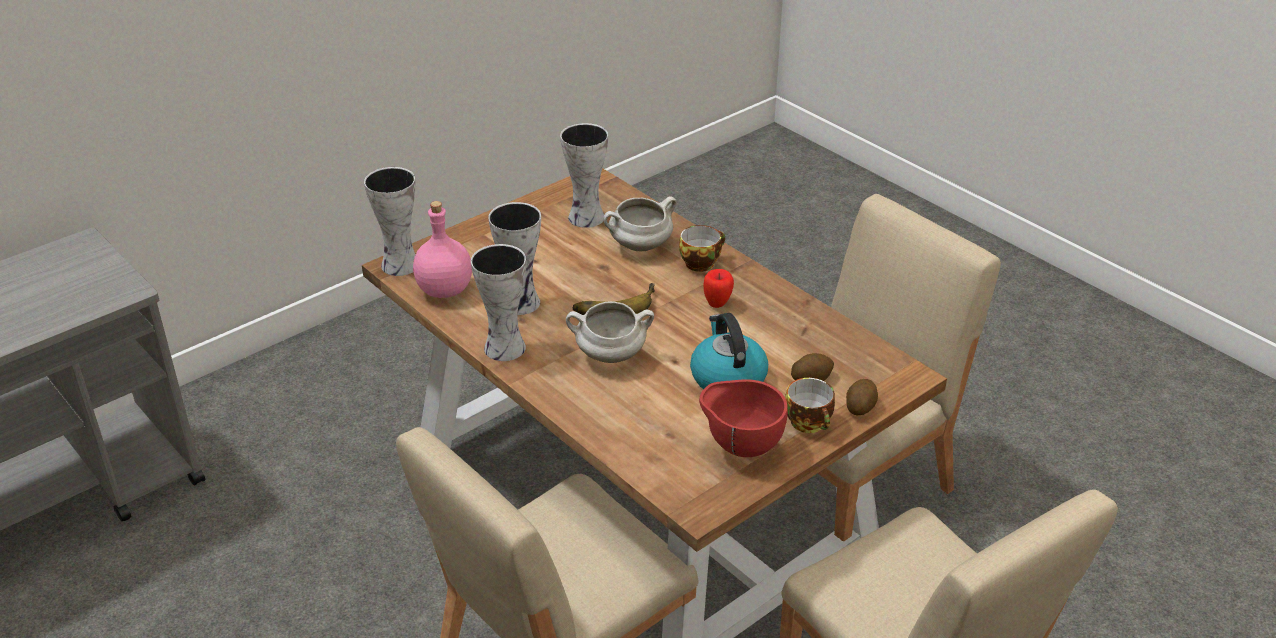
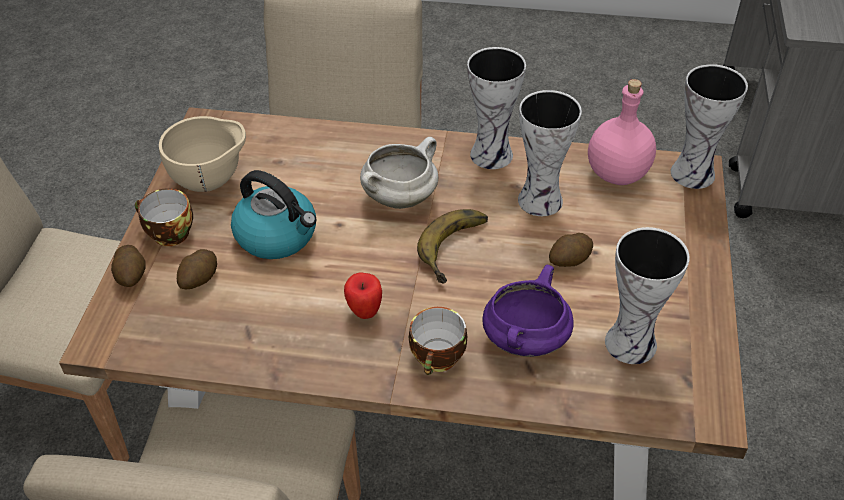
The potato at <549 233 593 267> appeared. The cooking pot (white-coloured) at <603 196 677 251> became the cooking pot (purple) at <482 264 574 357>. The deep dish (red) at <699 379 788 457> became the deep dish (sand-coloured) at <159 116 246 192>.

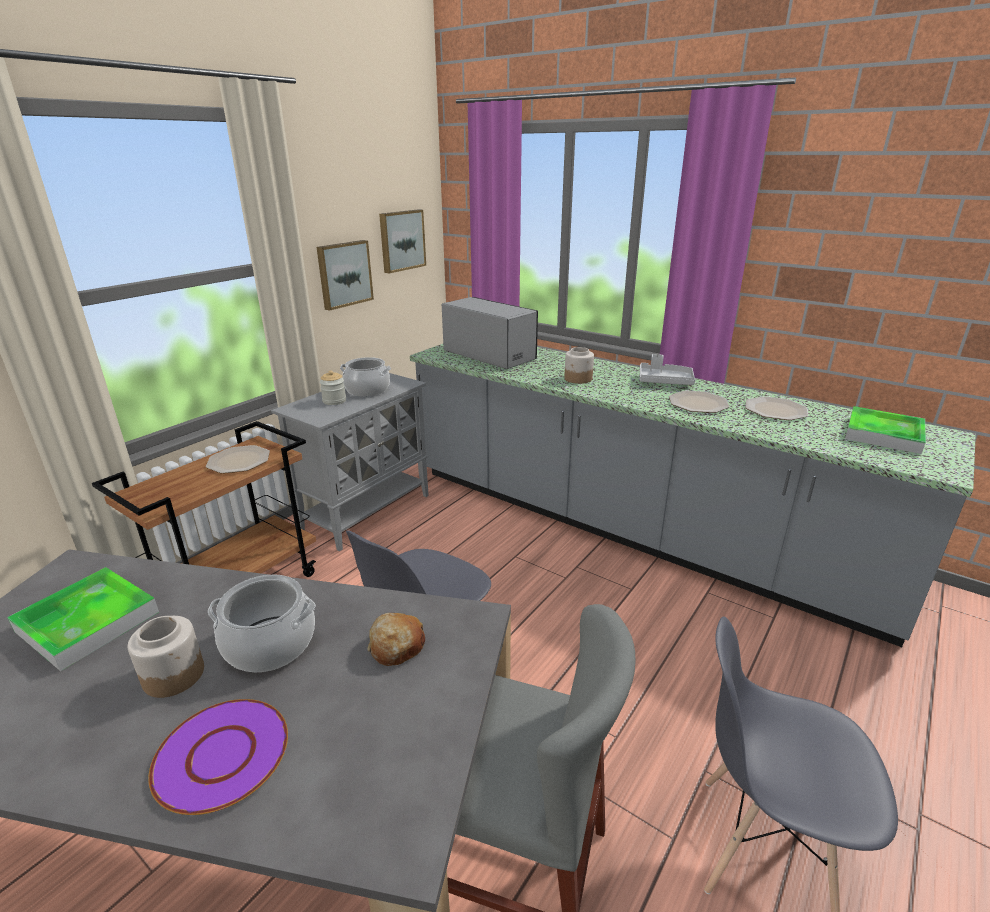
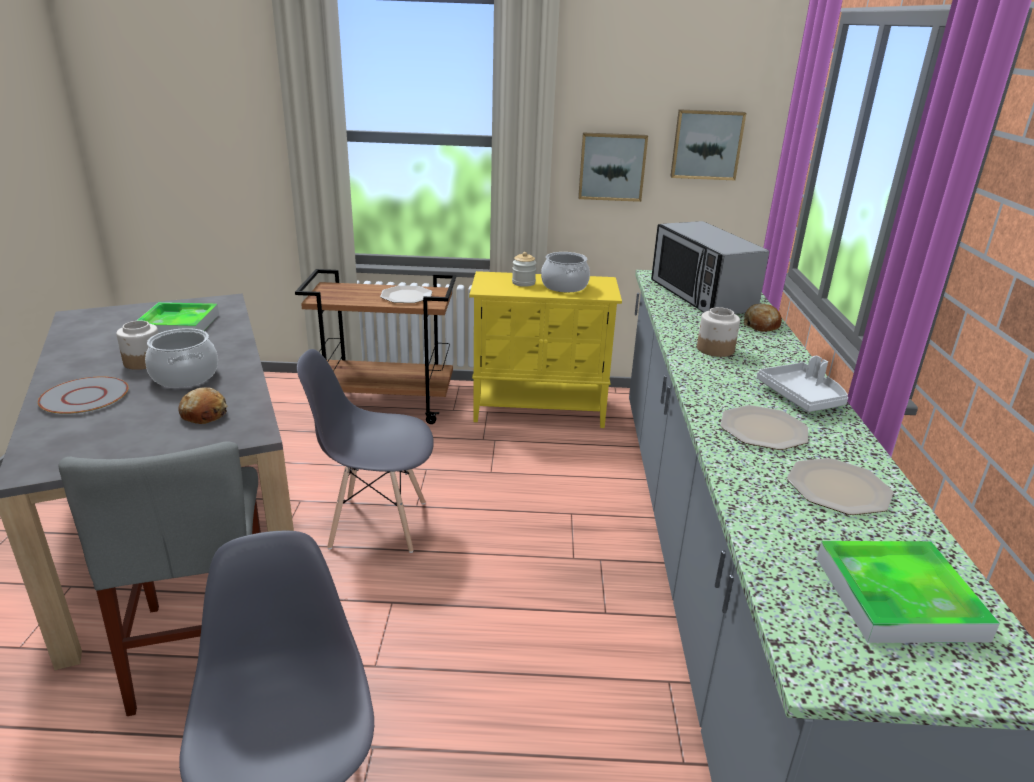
The baked bread at <744 304 782 332> appeared. The dinner plate (purple) at <148 699 288 815> became the dinner plate (greyish) at <38 377 129 415>. The cupboard (greyish) at <271 373 429 551> became the cupboard (yellowish) at <469 271 622 428>. The microwave at <442 297 538 369> turned 150 degrees clockwise.

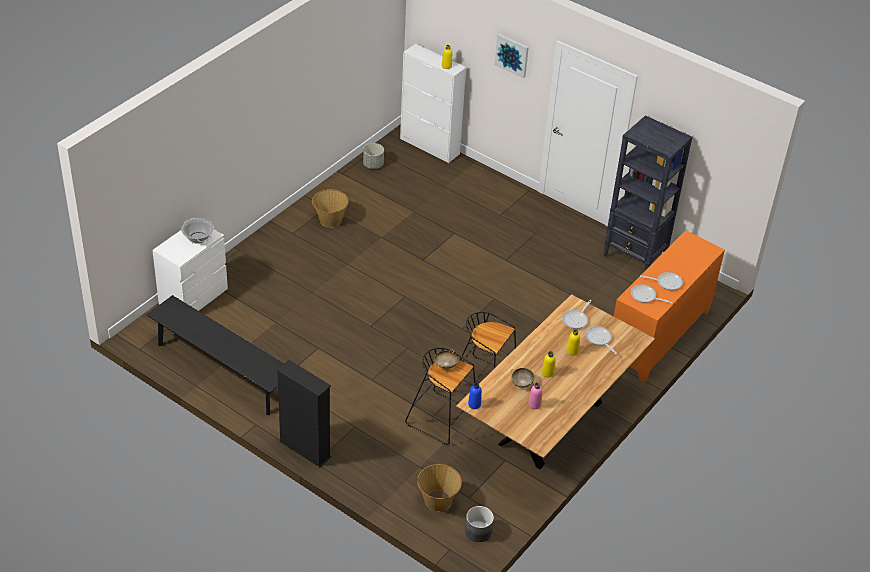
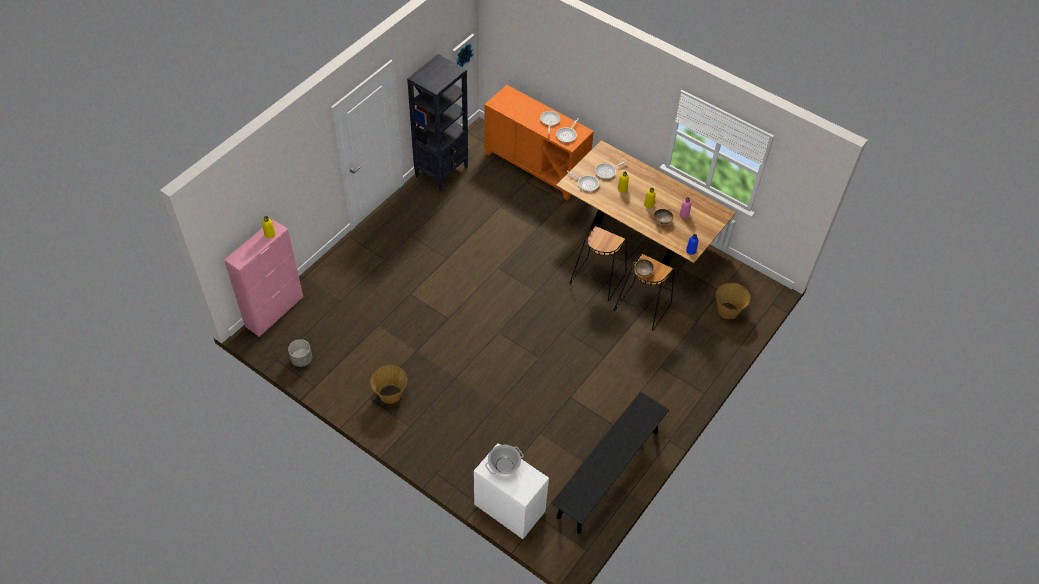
The shelving unit (black) at <277 360 331 467> disappeared. The planter (greyish) at <465 506 494 542> disappeared. The wall picture moved from <495 34 529 78> to <452 34 475 68>. The cupboard (white-coloured) at <400 44 466 163> became the cupboard (pinkish) at <224 220 303 337>.

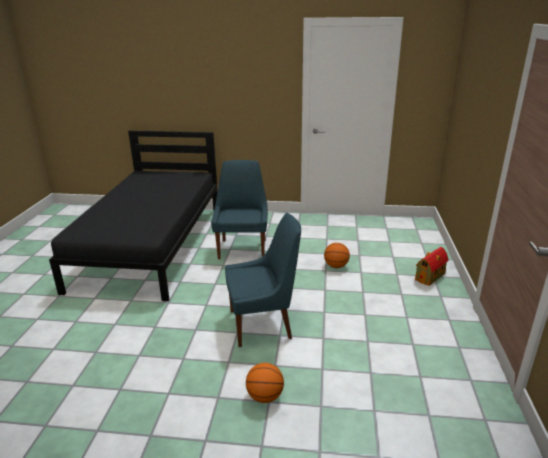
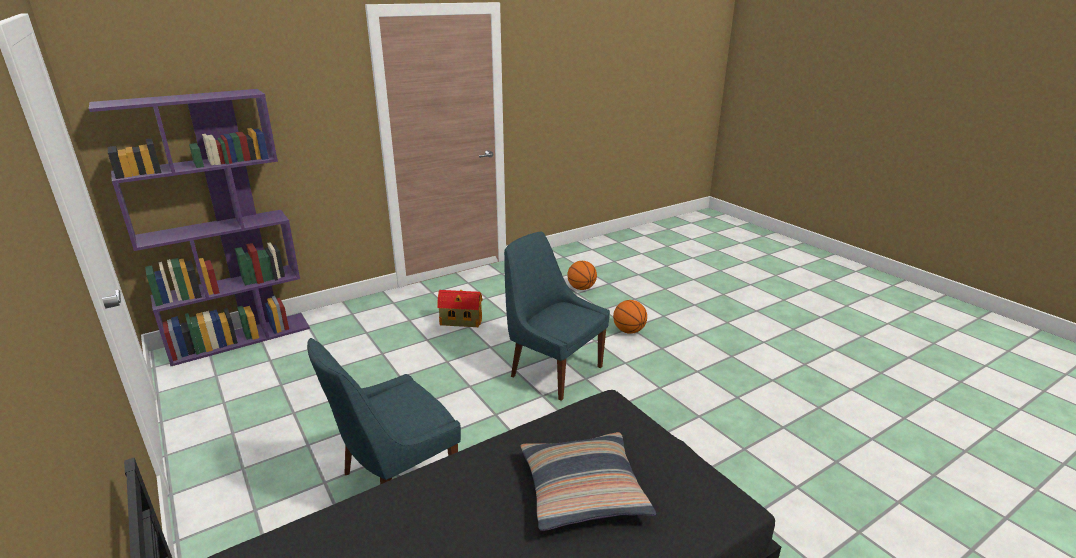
The shelving unit (purple) at <89 89 310 366> appeared. The throw pillow at <521 432 656 531> appeared. The basketball moved from <324 243 350 268> to <567 261 597 290>. The miniature house moved from <415 247 448 286> to <437 290 482 327>.

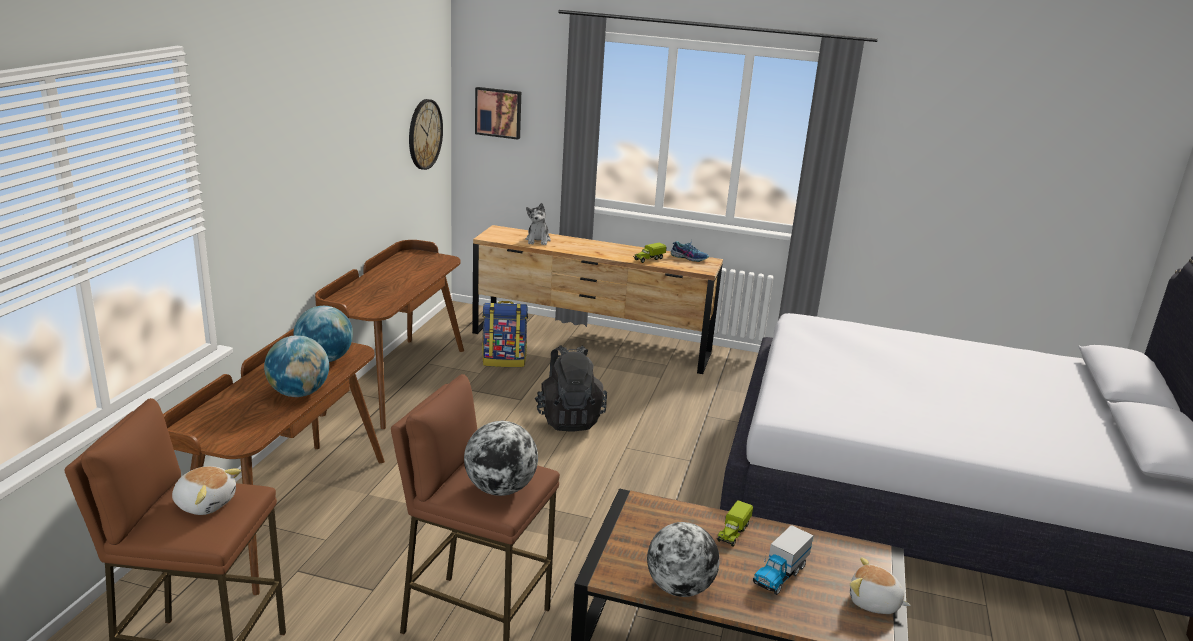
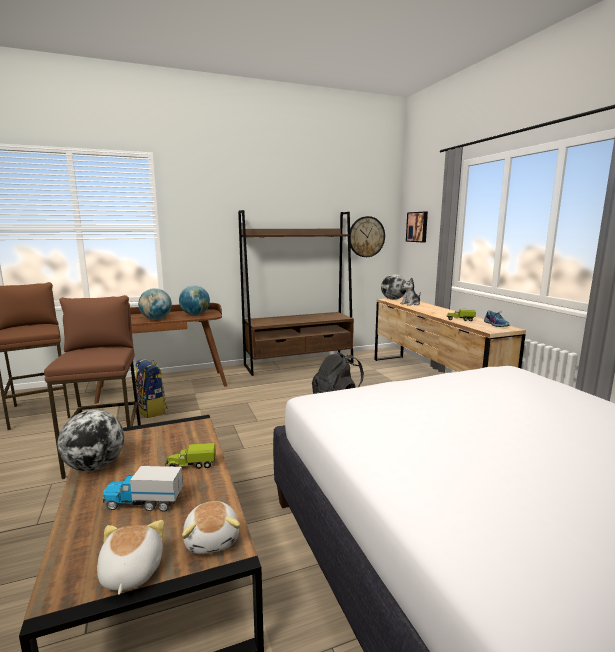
The plush toy moved from <172 466 241 515> to <182 501 240 554>. The globe moved from <464 421 538 496> to <381 274 406 300>. The knapsack moved from <482 301 528 367> to <135 358 168 418>. The desk unit (brown-coloured) at <315 240 464 429> was replaced by the shelving unit (brown-coloured) at <238 210 354 376>.

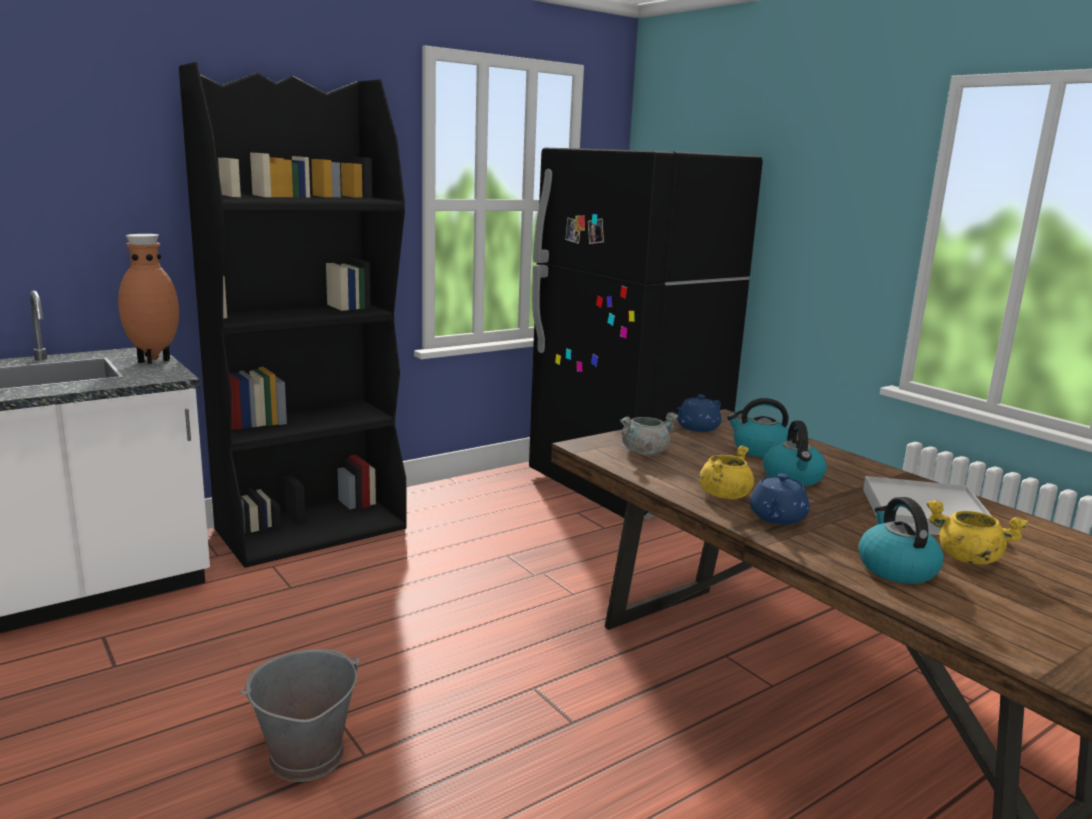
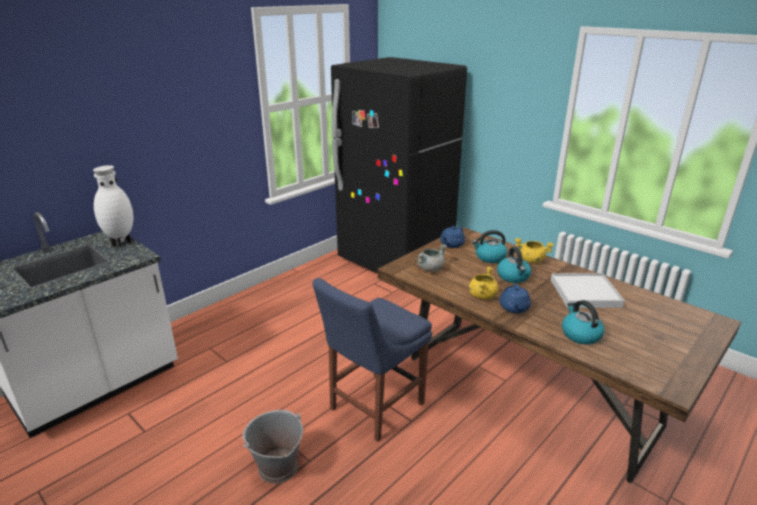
The shelving unit (black) at <179 62 407 568> disappeared. The plain chair (blue-coloured) at <313 278 432 442> appeared. The cooking pot (yellowish) moved from <927 500 1028 565> to <515 238 554 263>. The vase (brown-coloured) at <118 234 179 364> became the vase (white-coloured) at <93 165 133 247>.

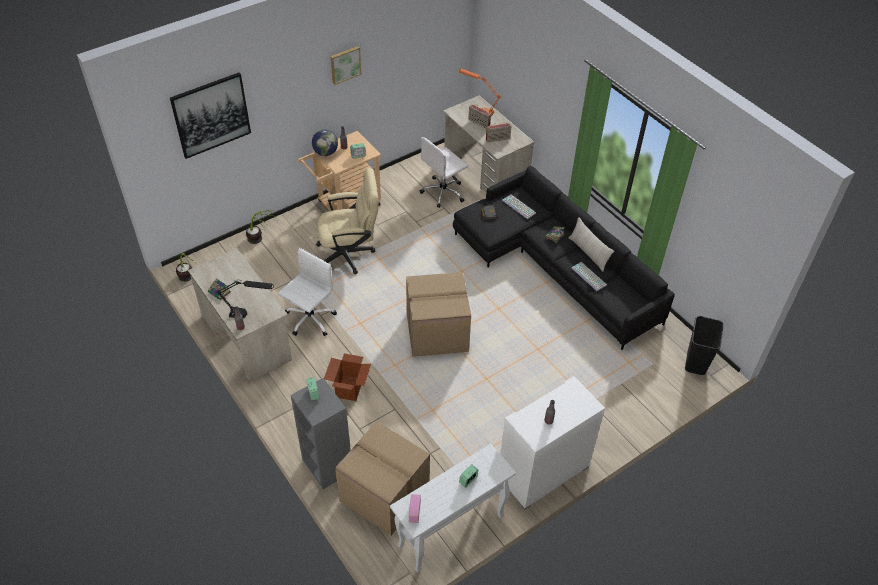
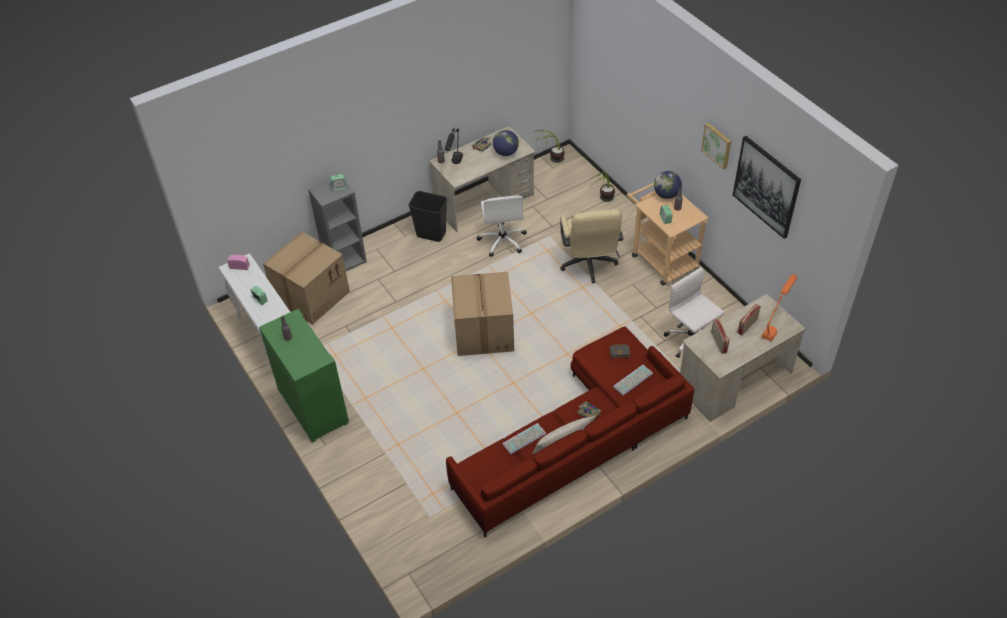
The packing box at <324 353 371 401> disappeared. The globe at <493 130 519 156> appeared. The wall picture moved from <170 73 251 159> to <733 136 801 239>. The waste bin (black) moved from <685 316 724 375> to <409 191 447 242>. The settee (black) at <453 166 675 350> became the settee (red) at <446 326 694 537>. The cupboard (white-coloured) at <500 376 605 509> became the cupboard (green-coloured) at <259 309 349 443>. The computer chair (white-coloured) at <278 248 337 336> turned 45 degrees clockwise.

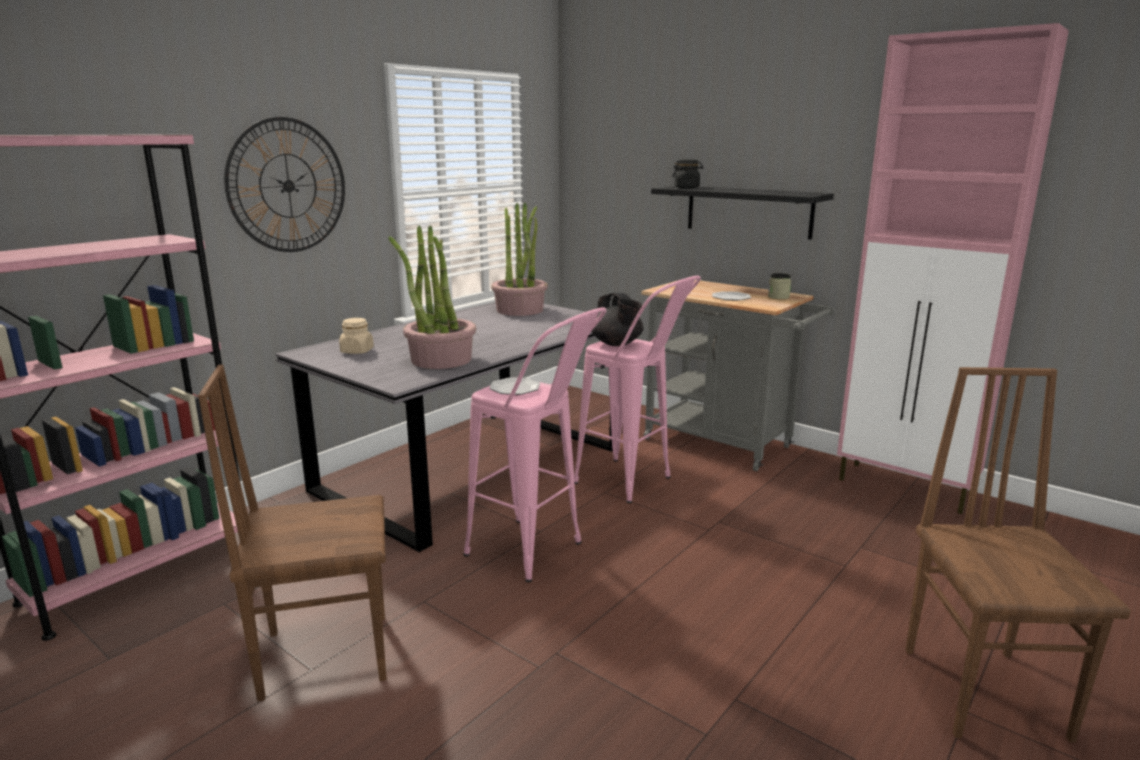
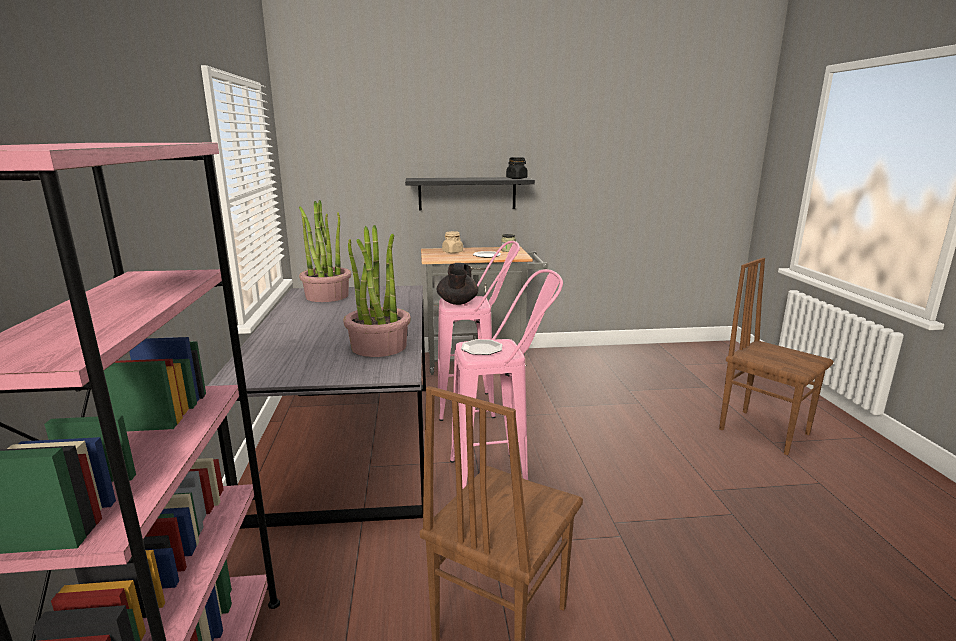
The clock on the wall at <224 117 345 252> disappeared. The cupboard (pinkish) at <837 23 1069 514> disappeared. The preserve jar (sand-coloured) moved from <339 318 374 354> to <442 231 463 253>. The preserve jar (black) moved from <672 159 703 189> to <506 157 528 179>. The tea pot (black) at <591 293 643 346> turned 75 degrees clockwise.

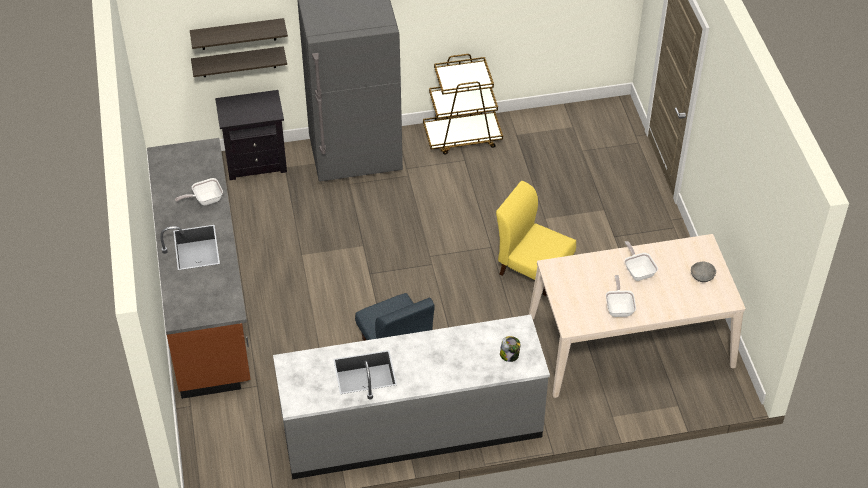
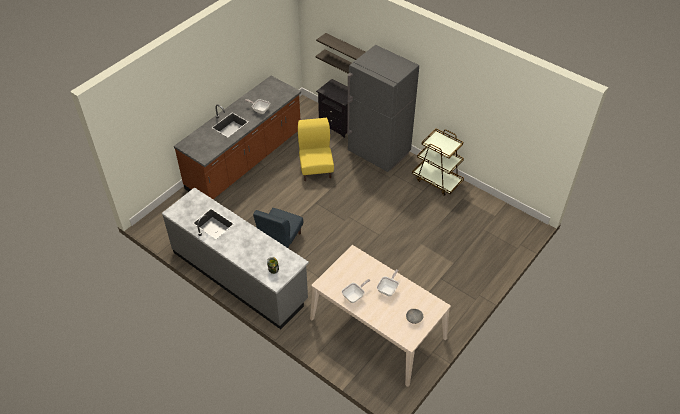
The plain chair (yellowish) moved from <496 181 576 296> to <298 118 334 181>.

